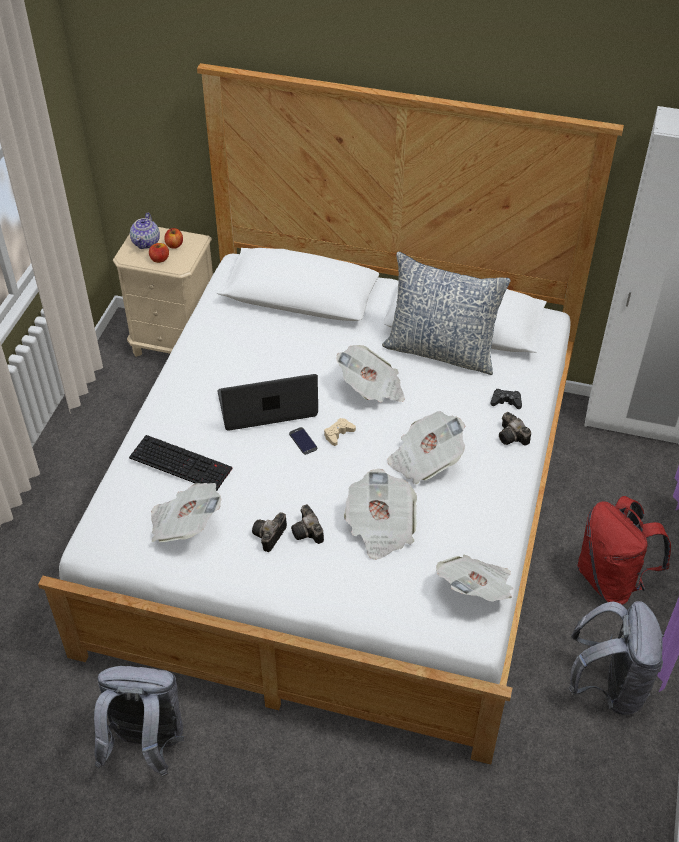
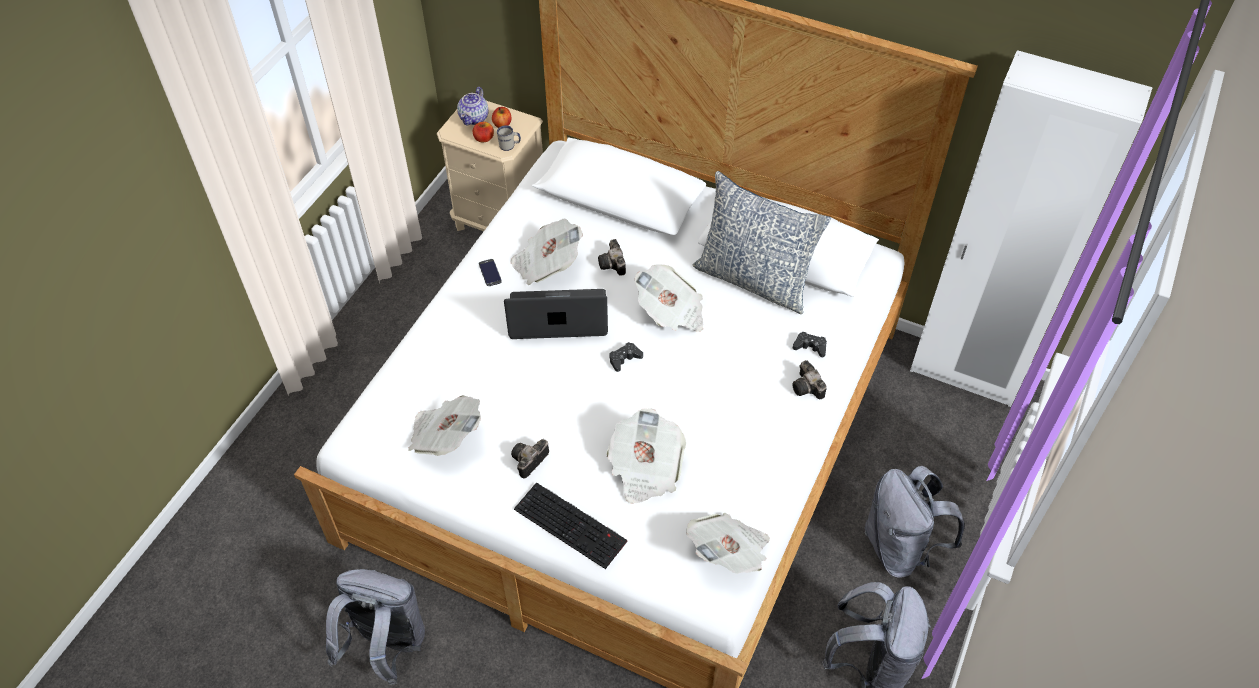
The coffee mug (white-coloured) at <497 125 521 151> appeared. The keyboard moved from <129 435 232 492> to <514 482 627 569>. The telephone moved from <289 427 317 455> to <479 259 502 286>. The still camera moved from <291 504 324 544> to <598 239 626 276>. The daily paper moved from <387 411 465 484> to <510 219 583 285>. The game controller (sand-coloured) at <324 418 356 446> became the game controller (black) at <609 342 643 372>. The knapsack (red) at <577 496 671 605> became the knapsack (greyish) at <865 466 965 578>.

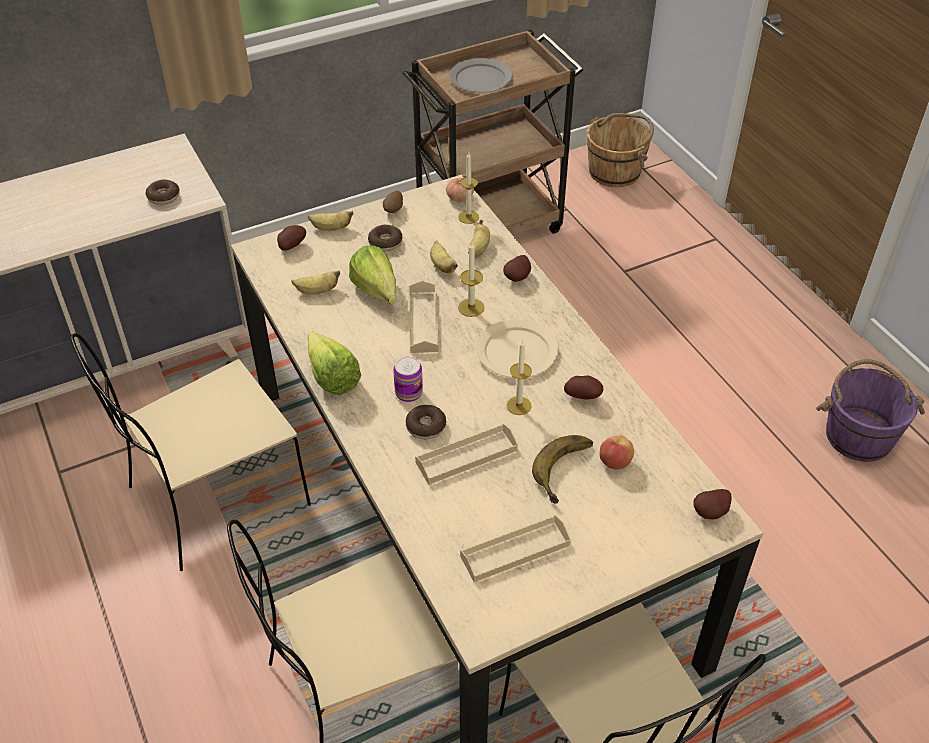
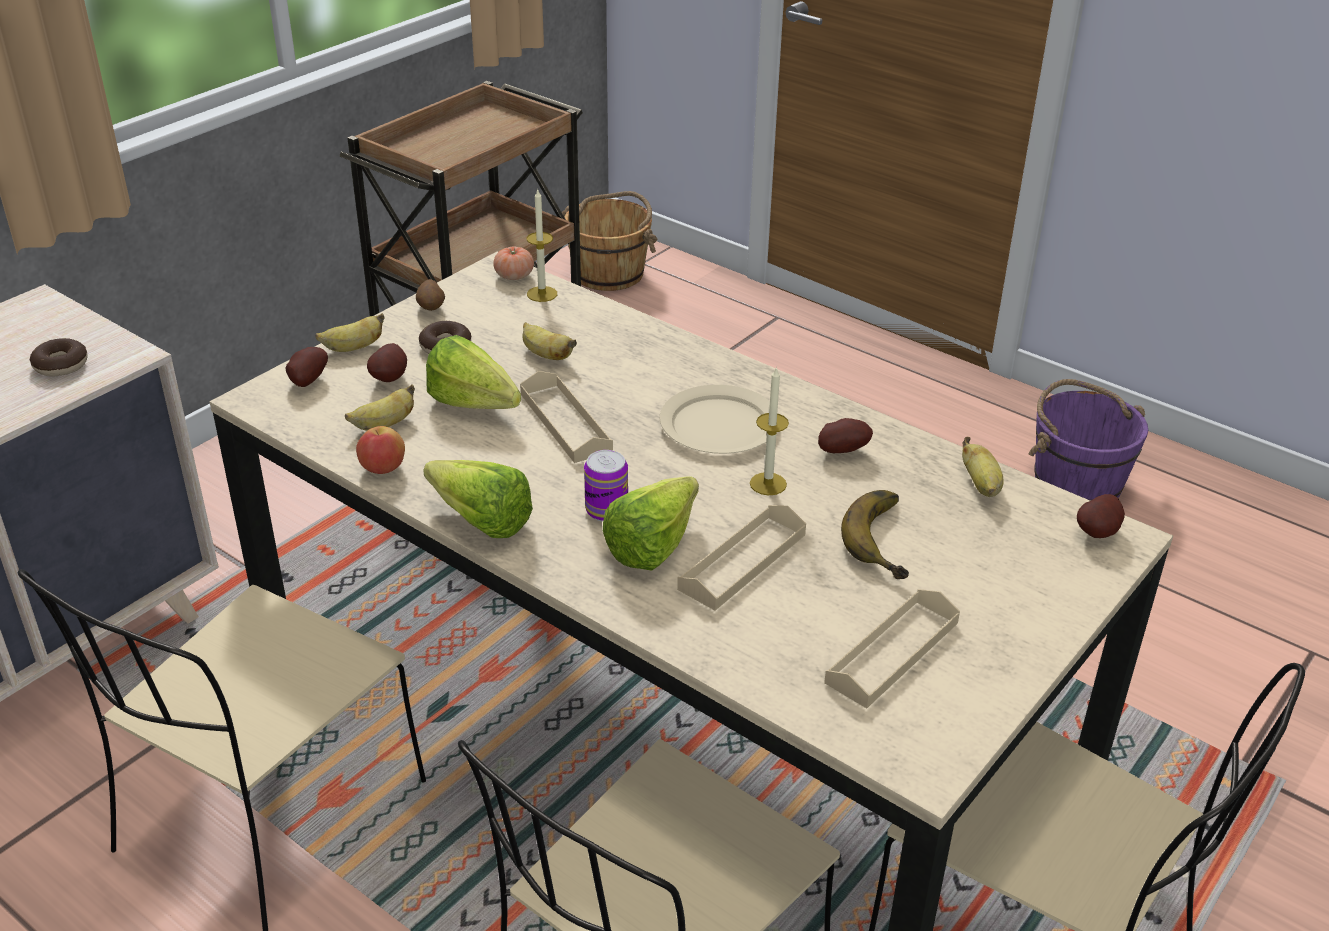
The dinner plate (greyish) at <450 58 512 92> disappeared. The wax light at <458 242 485 317> disappeared. The whole banana moved from <468 220 490 257> to <962 437 1004 497>. The potato moved from <503 255 531 282> to <367 343 407 382>. The apple fruit moved from <600 436 634 469> to <356 426 405 474>. The donut at <406 405 446 439> was replaced by the lettuce at <603 477 699 571>.

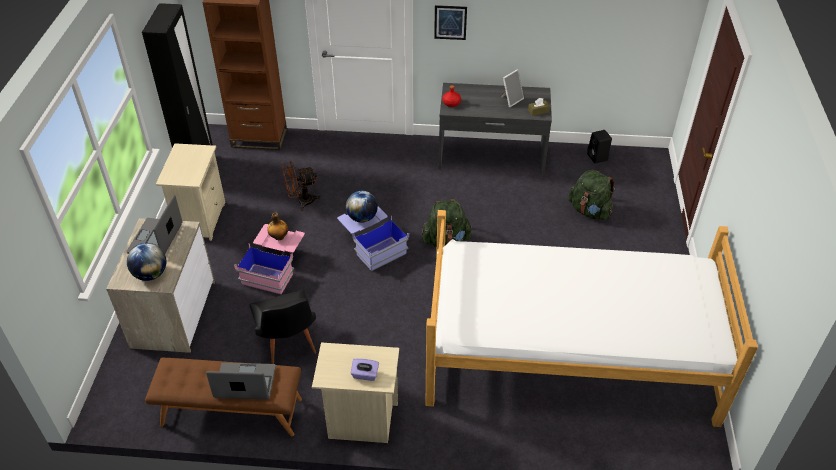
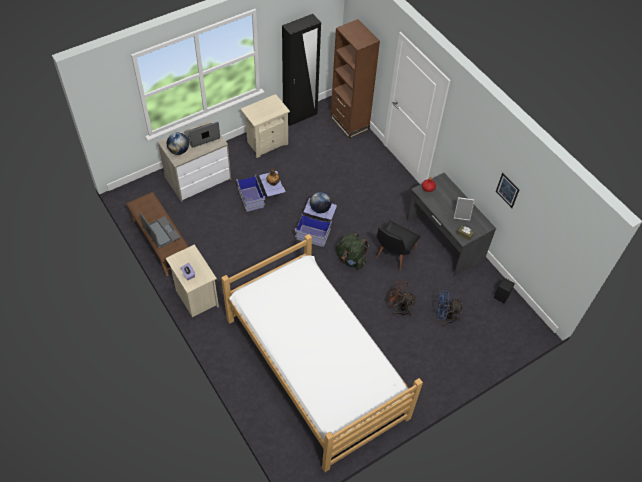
The plain chair (black) moved from <249 290 316 364> to <376 221 420 271>. The fan (brown-coloured) moved from <282 161 321 211> to <387 279 416 316>. The wall picture moved from <434 5 467 40> to <496 173 519 208>. The knapsack (green-coloured) at <568 170 615 220> was replaced by the fan (blue-coloured) at <437 291 464 327>. The storage bin (pinkish) at <234 224 305 294> became the storage bin (blue-coloured) at <236 171 286 212>.

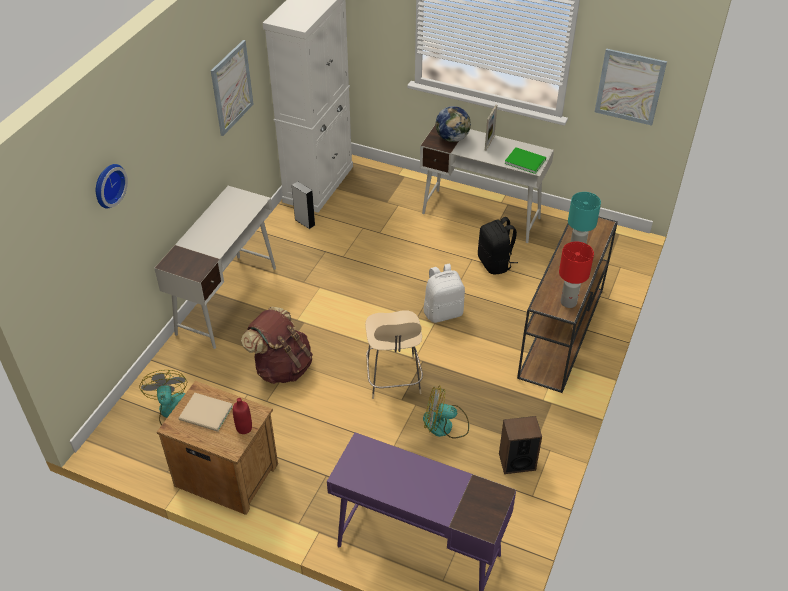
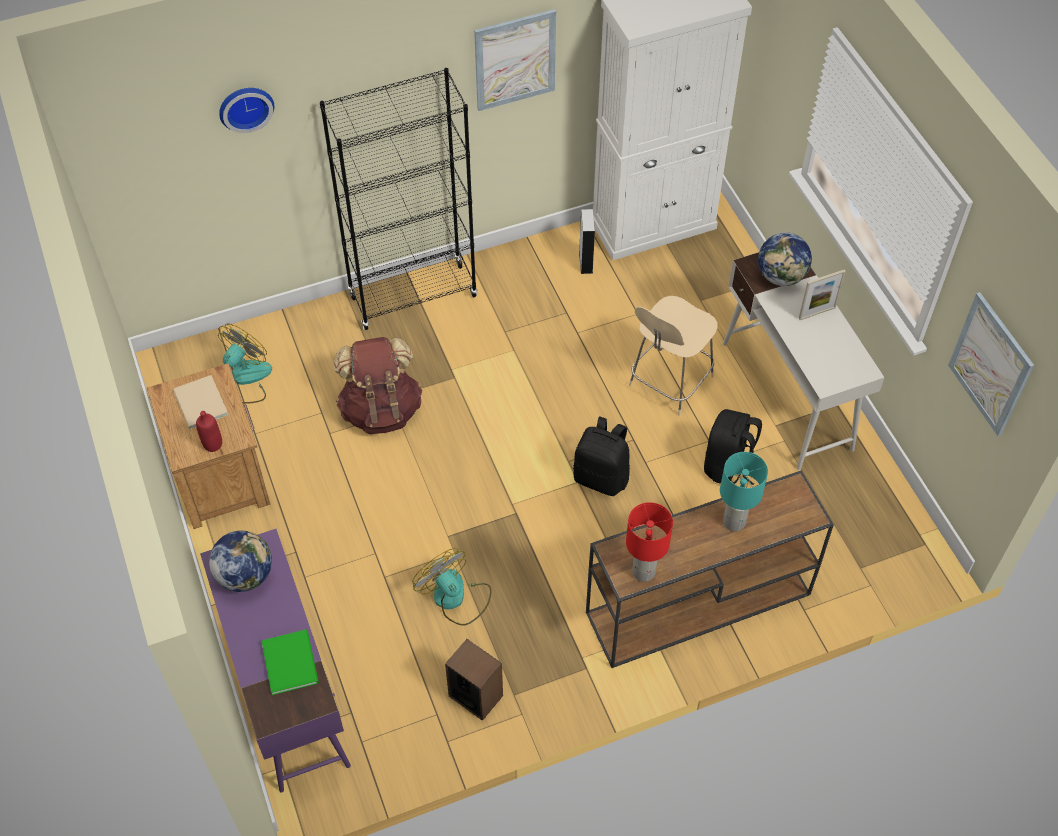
The globe at <209 531 272 592> appeared. The plain chair (sand-coloured) moved from <365 311 423 399> to <629 296 718 416>. The volume (green-coloured) moved from <504 147 546 174> to <261 630 319 695>. The desk unit (white-coloured) at <154 186 276 349> was replaced by the shelving unit (black) at <320 68 477 330>. The knapsack (white-coloured) at <424 264 465 323> became the knapsack (black) at <573 416 630 496>.

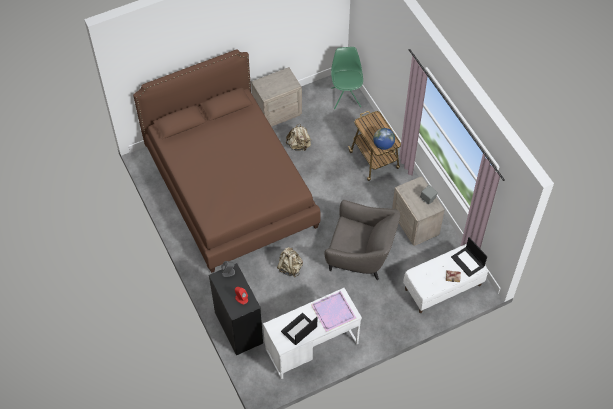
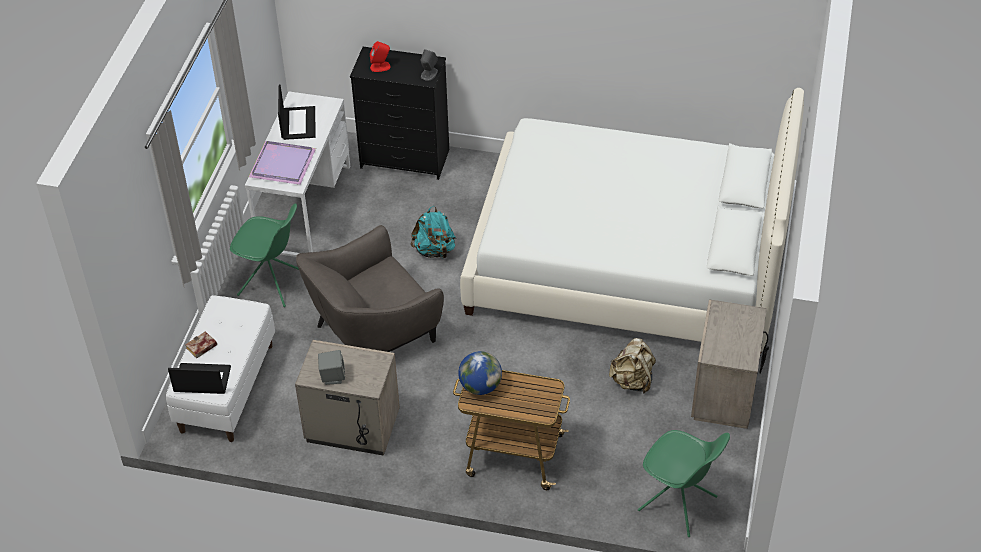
The plain chair (green-coloured) at <230 203 299 307> appeared. The sleeping bed (brown-coloured) at <133 50 321 273> became the sleeping bed (white-coloured) at <460 88 804 355>. The knapsack (sand-coloured) at <277 247 303 277> became the knapsack (blue-green) at <410 206 456 259>.

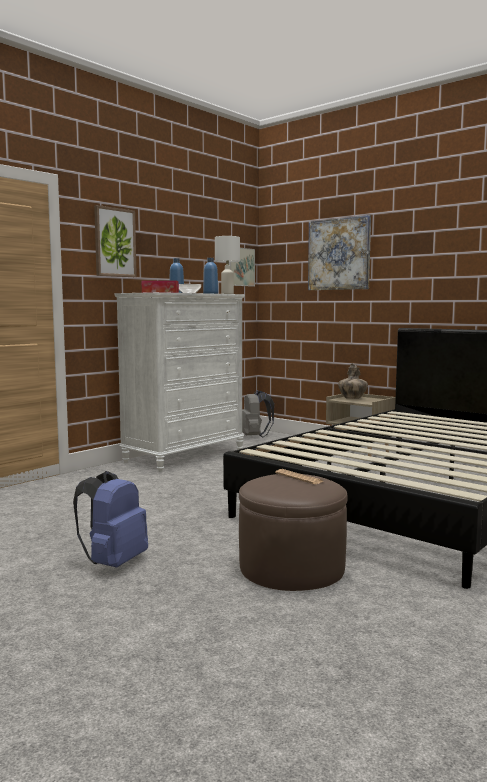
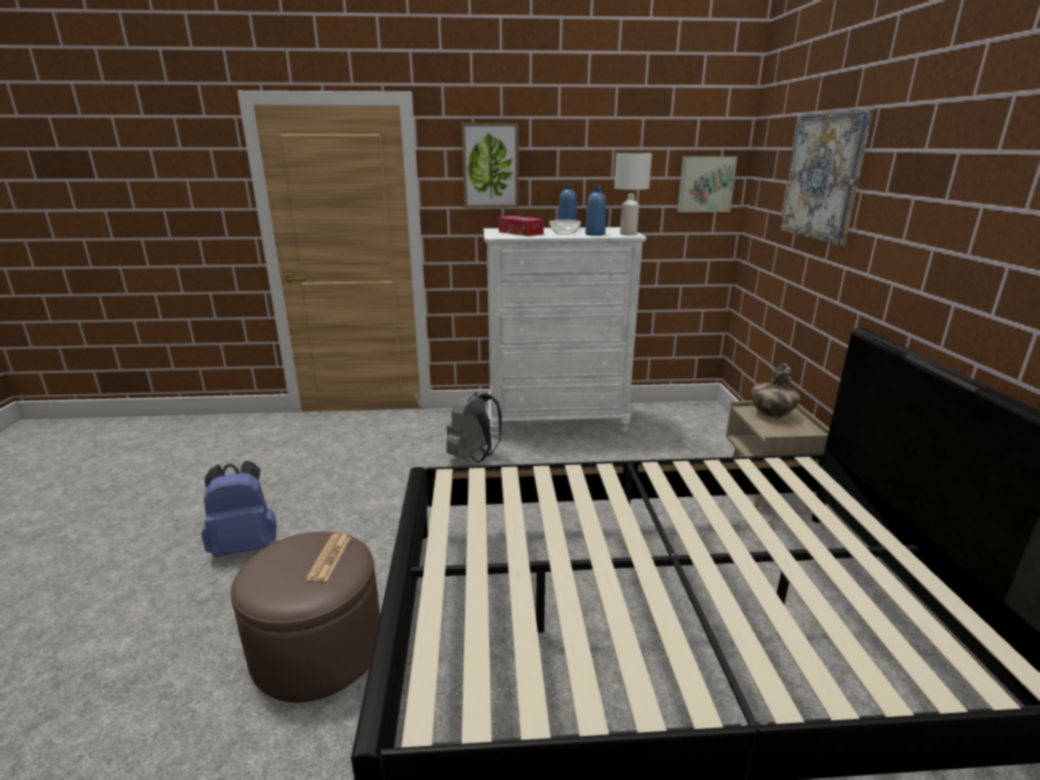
The knapsack (greyish) moved from <242 390 274 438> to <446 393 502 463>.

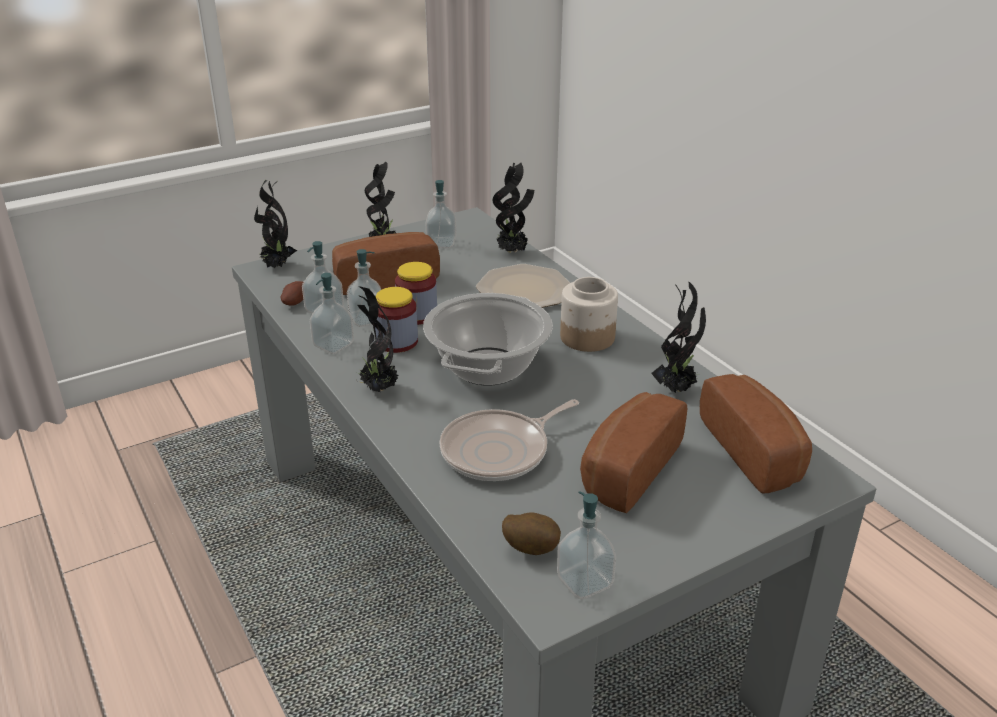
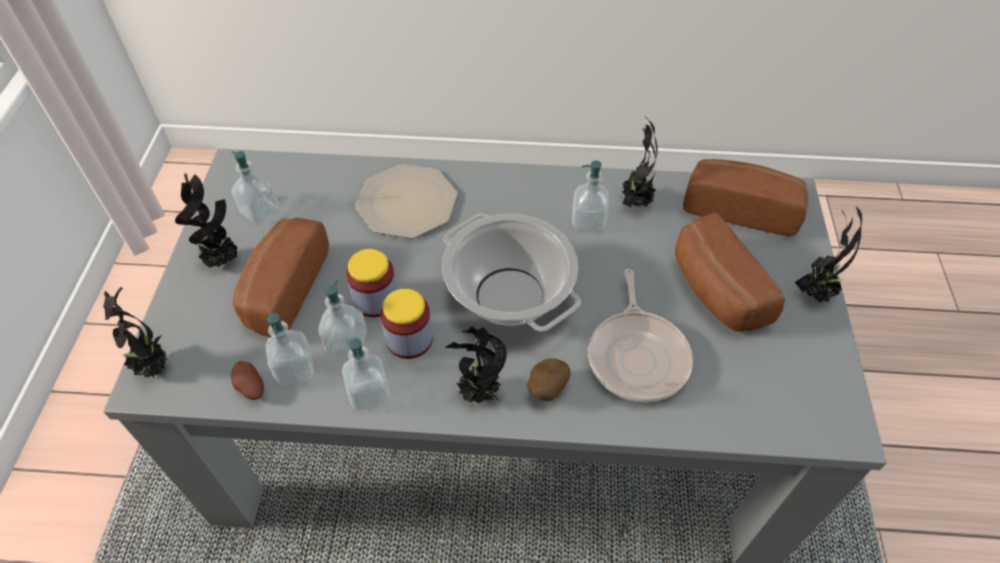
The preserve jar at <560 277 618 352> disappeared. The houseplant moved from <493 162 534 253> to <795 207 862 302>. The potato moved from <502 512 561 555> to <527 358 571 401>. The liquid soap bottle moved from <557 491 616 599> to <572 161 608 231>.

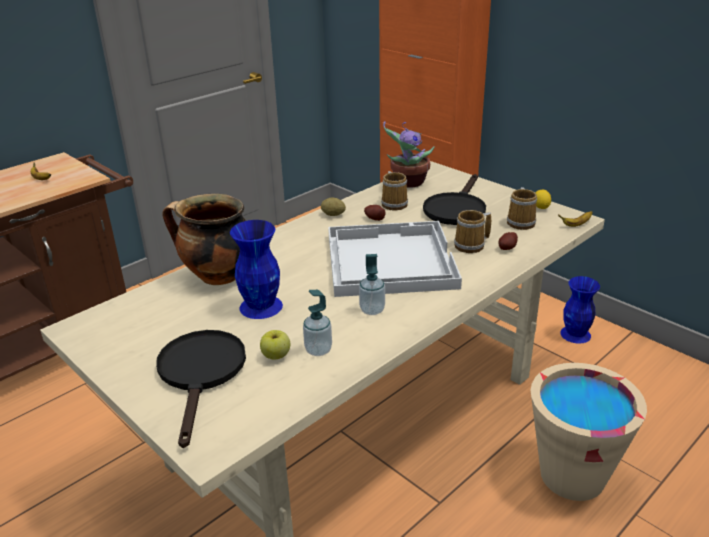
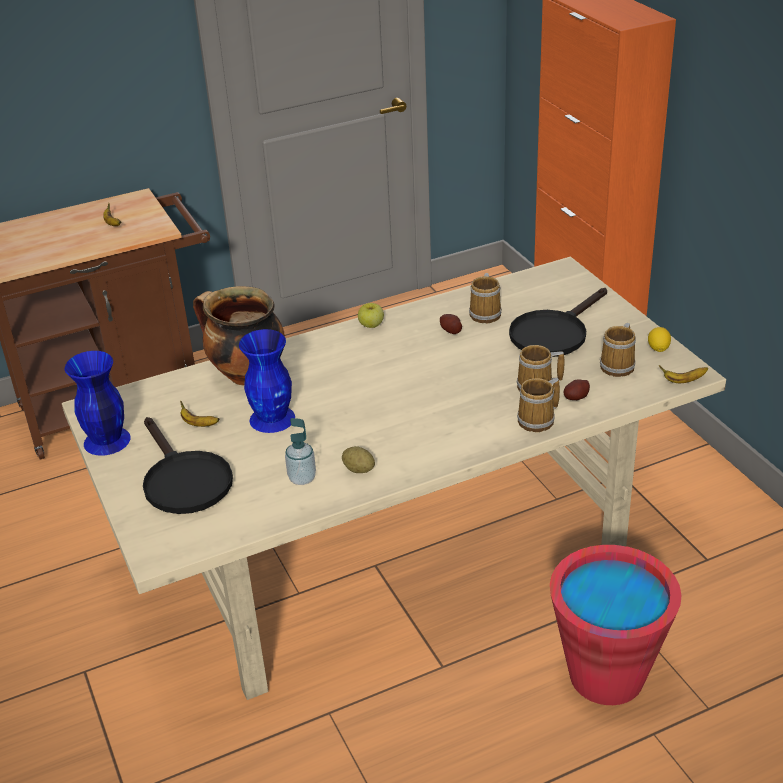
The carrying tray (white-coloured) at <328 221 462 297> disappeared. The liquid soap bottle at <359 254 385 315> disappeared. The houseplant at <383 121 435 187> disappeared. The whole banana at <180 401 219 427> appeared. The coffee mug at <517 378 560 432> appeared. The apple fruit moved from <260 330 290 359> to <358 303 384 328>. The potato moved from <321 198 346 216> to <342 446 375 473>. The vase (blue-coloured) moved from <560 276 600 343> to <65 351 131 456>. The water bucket (sand-coloured) at <531 363 647 501> became the water bucket (red) at <550 545 682 705>. The pan (black) at <156 330 246 448> turned 135 degrees clockwise.

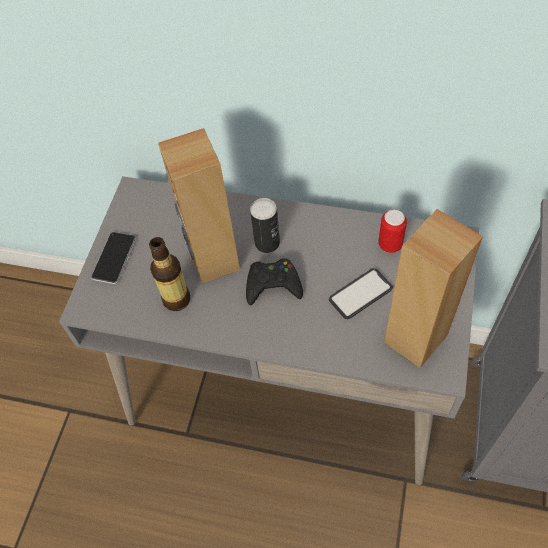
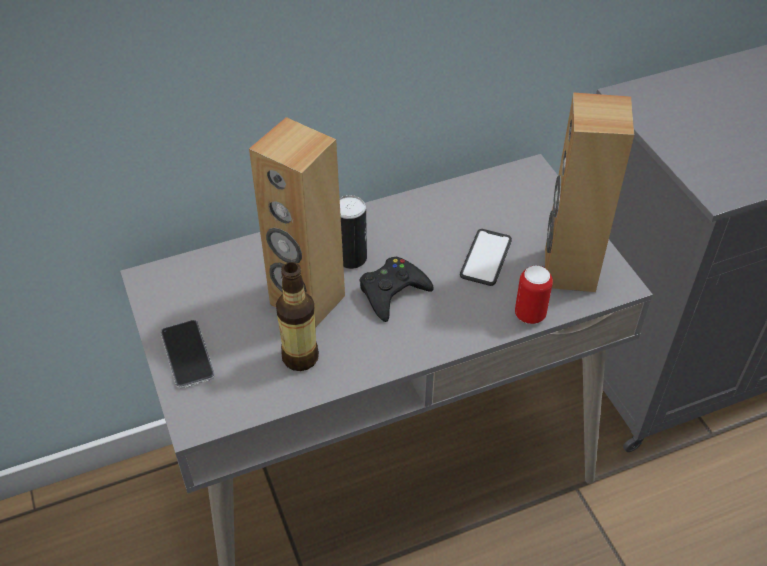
The can moved from <378 209 407 253> to <515 265 553 324>.

